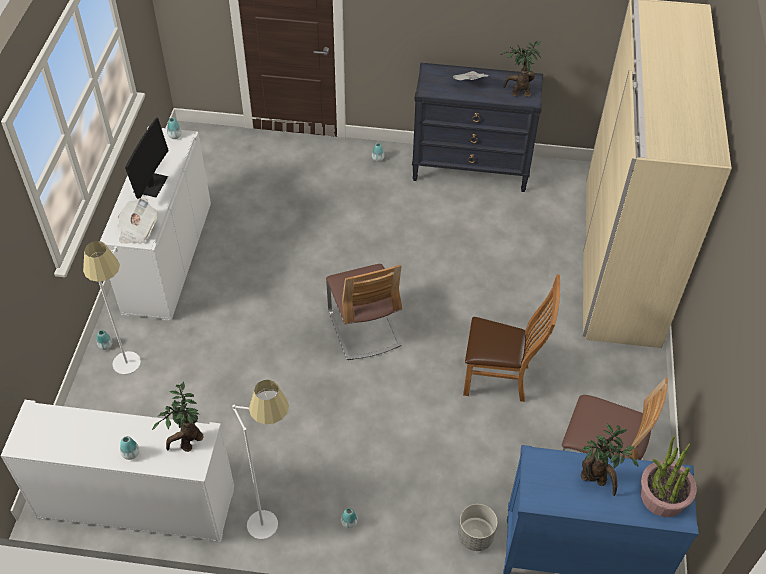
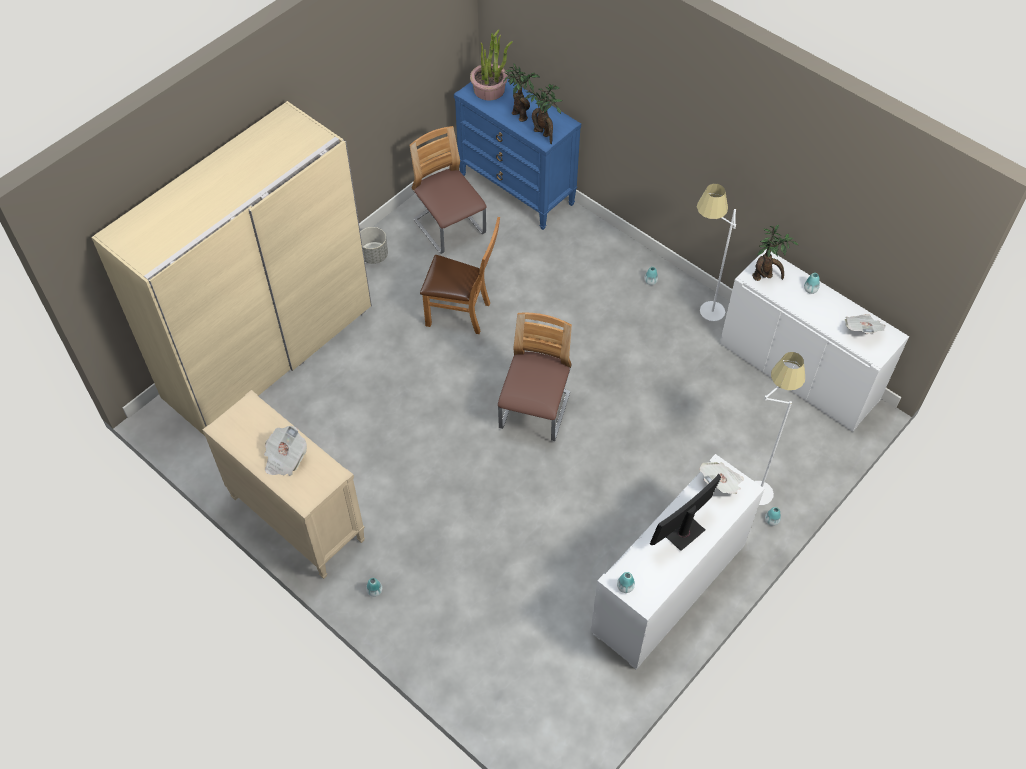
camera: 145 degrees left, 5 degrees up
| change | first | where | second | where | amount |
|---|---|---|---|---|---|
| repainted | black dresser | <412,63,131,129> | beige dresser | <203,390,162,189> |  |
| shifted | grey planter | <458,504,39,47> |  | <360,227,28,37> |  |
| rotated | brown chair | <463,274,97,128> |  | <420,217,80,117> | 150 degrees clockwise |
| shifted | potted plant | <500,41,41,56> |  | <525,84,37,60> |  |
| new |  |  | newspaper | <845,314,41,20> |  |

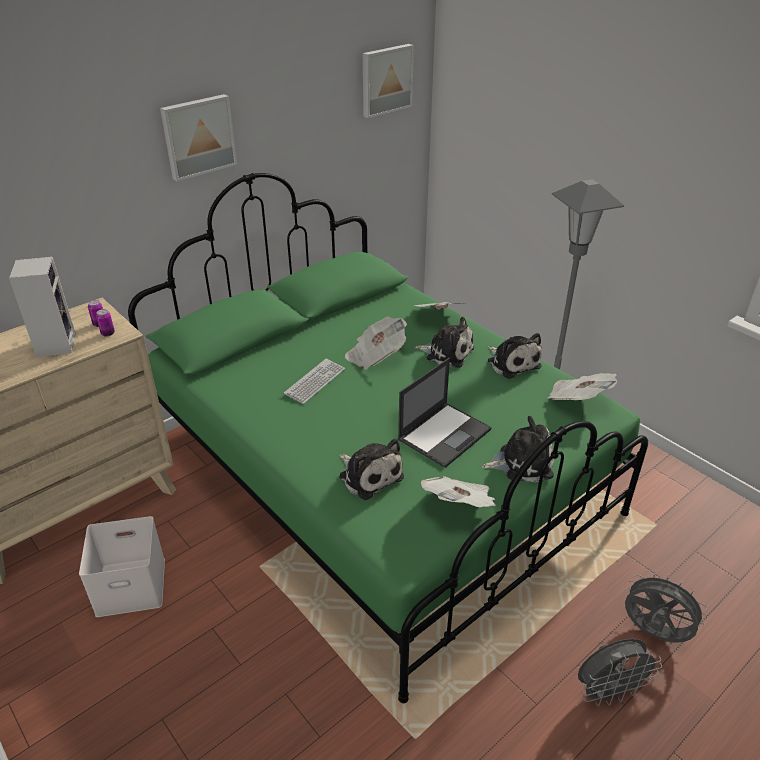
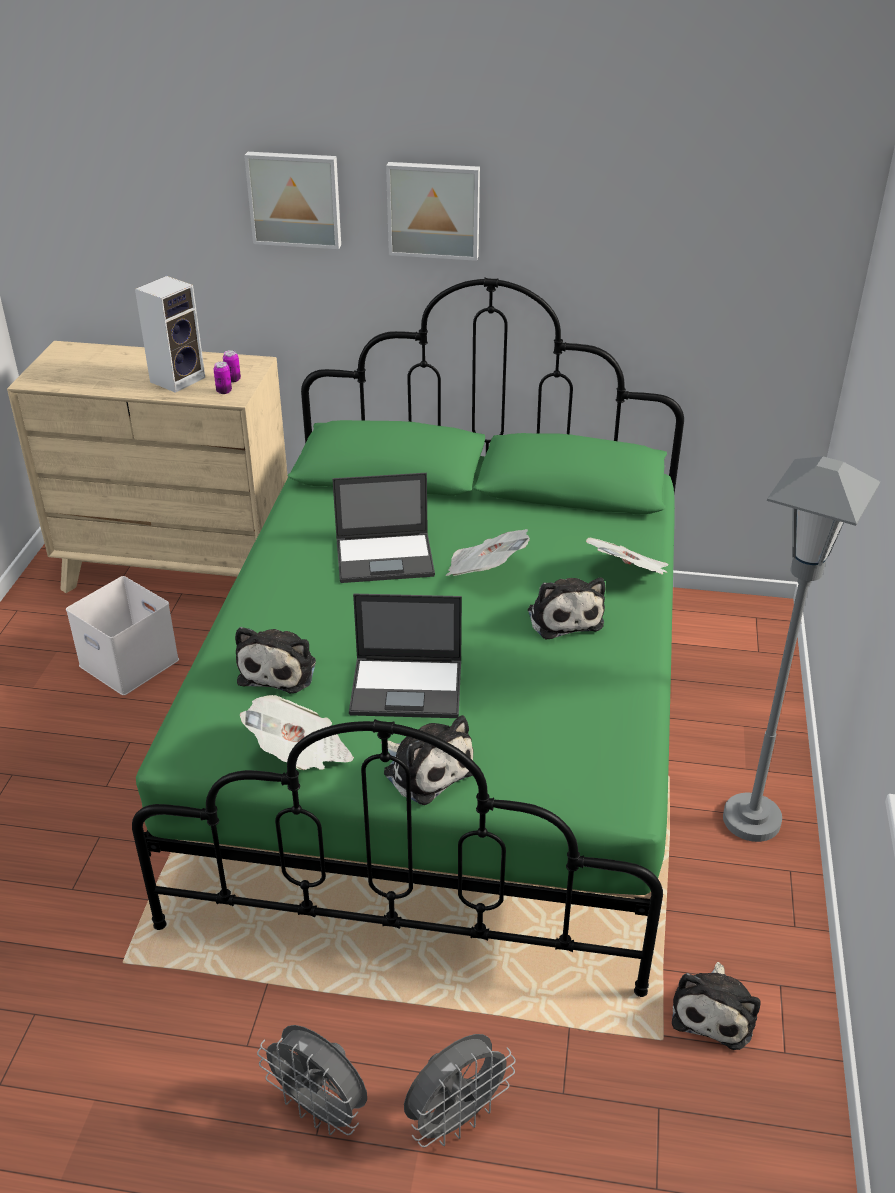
camera: 50 degrees right, 0 degrees up
| change | first | where | second | where | amount |
|---|---|---|---|---|---|
| shifted | picture | <363,44,51,74> |  | <244,152,97,97> |  |
| swapped | keyboard | <284,359,61,45> | laptop | <332,473,103,110> |  |
| rotated | grey fan | <625,572,83,71> |  | <404,1034,112,114> | 60 degrees clockwise |
| shifted | plush toy | <488,333,54,46> |  | <672,962,88,88> |  |
| gone | newspaper | <547,373,70,27> |  |  |  |

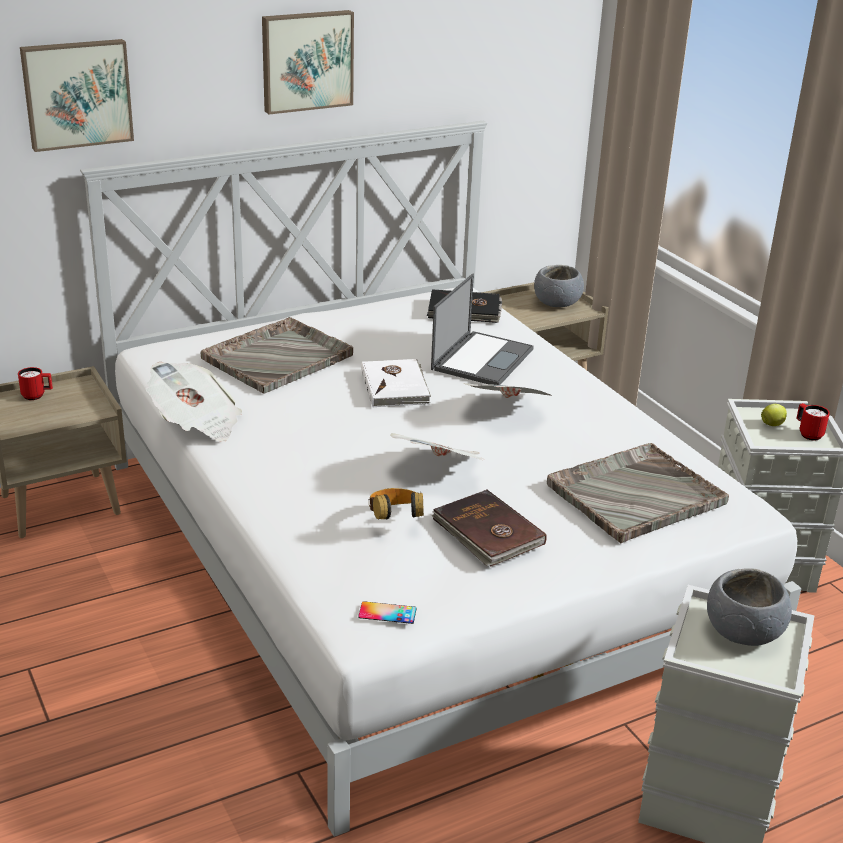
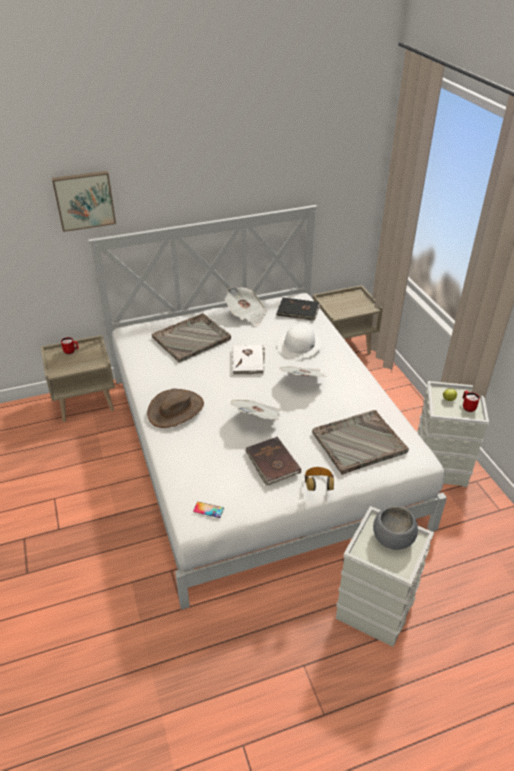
camera: 10 degrees right, 10 degrees up
| change | first | where | second | where | amount |
|---|---|---|---|---|---|
| new |  |  | brown hat | <147,389,57,39> |  |
| shifted | newspaper | <145,362,97,79> |  | <225,287,42,38> |  |
| swapped | laptop | <431,273,103,112> | white hat | <278,323,44,36> |  |
| shifted | headphones | <369,488,55,32> |  | <304,467,30,24> |  |
| gone | picture | <262,10,92,104> |  |  |  |
| gone | grey bowl | <534,265,50,42> |  |  |  |

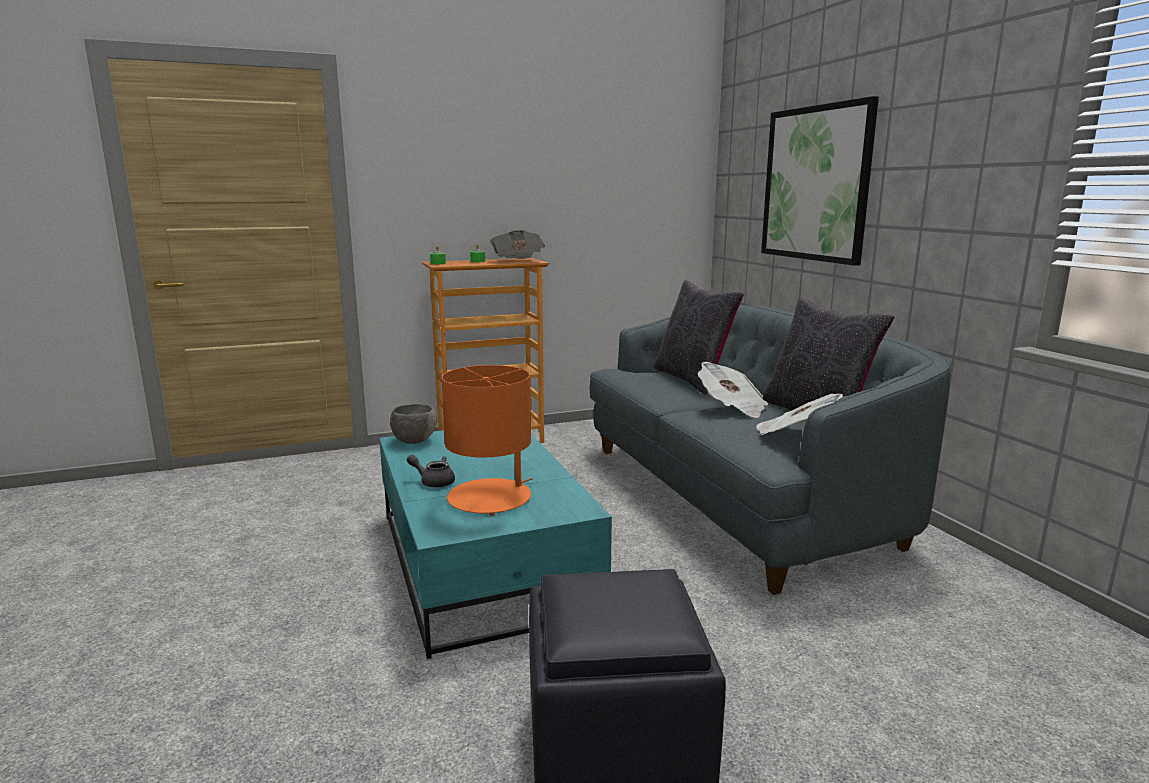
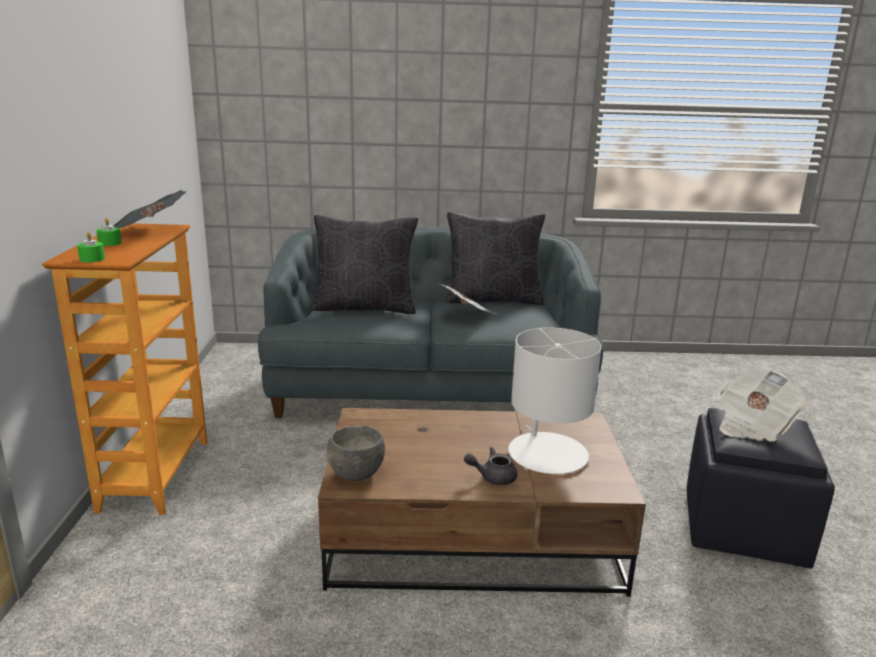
camera: 70 degrees left, 5 degrees up
| change | first | where | second | where | amount |
|---|---|---|---|---|---|
| repainted | turquoise coffee table | <379,430,233,229> | brown coffee table | <318,408,328,188> |  |
| rotated | grey teapot | <407,455,48,32> |  | <464,447,53,38> | 45 degrees clockwise |
| repainted | orange table lamp | <441,365,92,151> | white table lamp | <508,328,93,146> |  |
| shifted | newspaper | <756,394,87,41> |  | <718,371,89,71> |  |
| gone | picture | <761,96,118,170> |  |  |  |

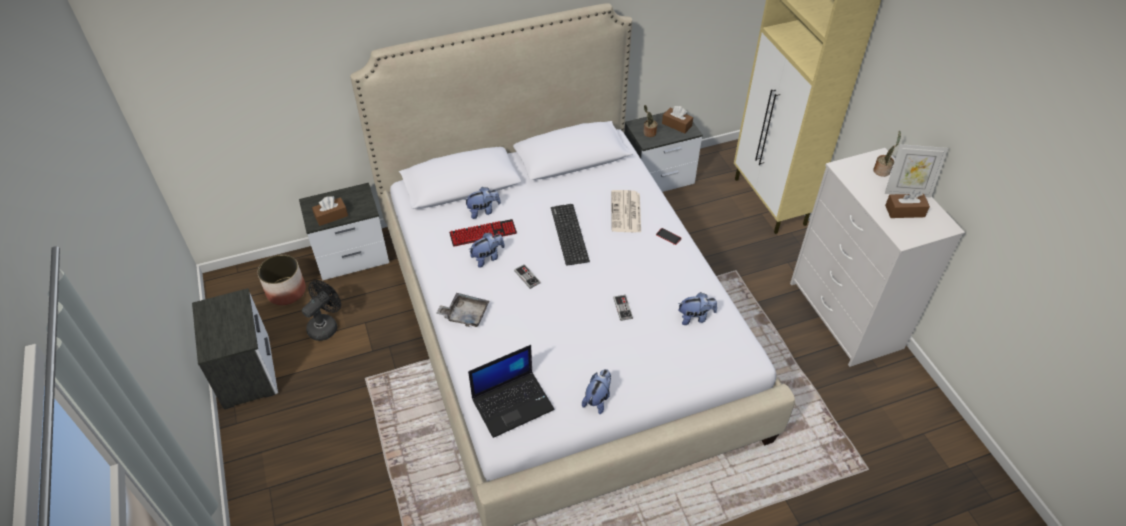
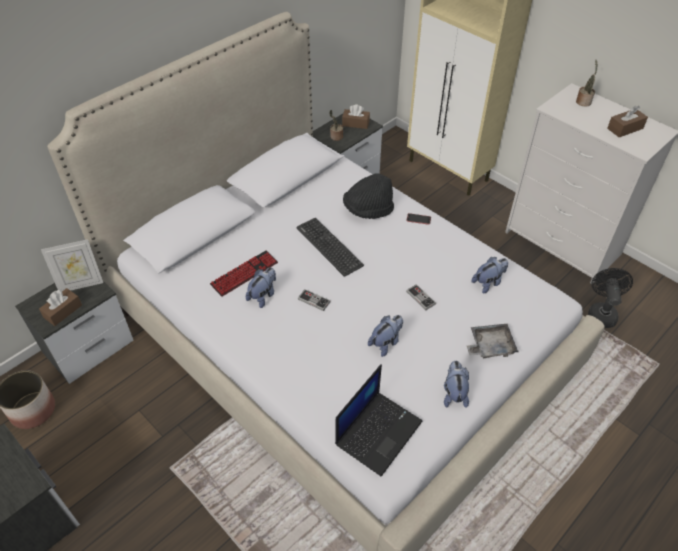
camera: 25 degrees left, 0 degrees up
| change | first | where | second | where | amount |
|---|---|---|---|---|---|
| shifted | picture frame | <885,144,63,54> |  | <41,239,62,52> |  |
| swapped | newspaper | <611,190,30,42> | black hat | <343,173,51,46> |  |
| shifted | plush toy | <464,187,37,32> |  | <368,315,35,42> |  |
| shifted | grey tray | <436,293,53,34> |  | <467,324,52,34> |  |
| shifted | black fan | <302,280,39,61> |  | <588,268,45,60> |  |

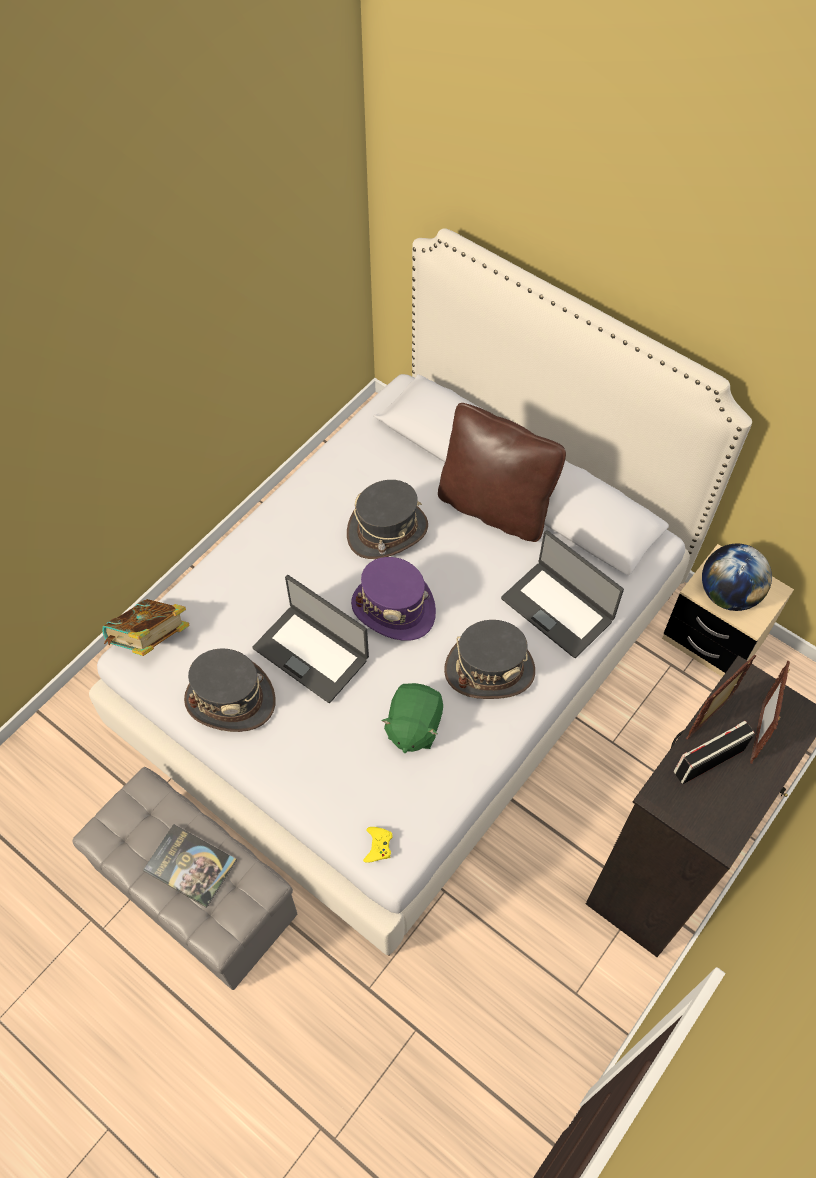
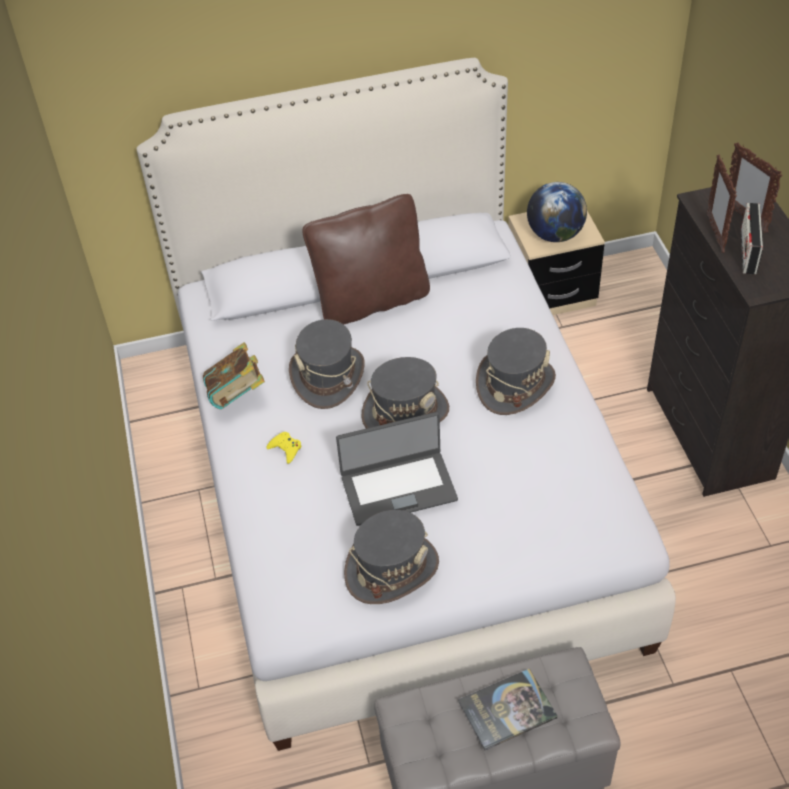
camera: 50 degrees left, 10 degrees down
| change | first | where | second | where | amount |
|---|---|---|---|---|---|
| shifted | book | <102,599,88,57> |  | <203,342,62,67> |  |
| shifted | yellow game controller | <363,827,30,36> |  | <267,432,35,32> |  |
| repainted | purple hat | <351,557,85,84> | grey hat | <362,357,87,72> |  |
| gone | green plush toy | <381,683,62,70> |  |  |  |
| gone | laptop | <501,530,123,128> |  |  |  |

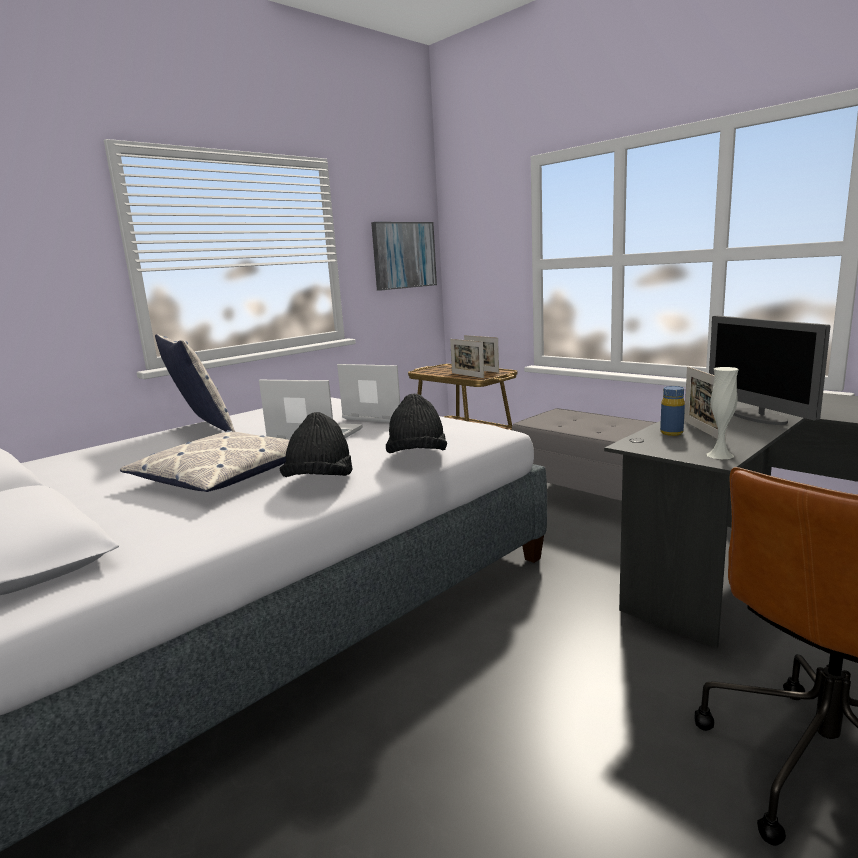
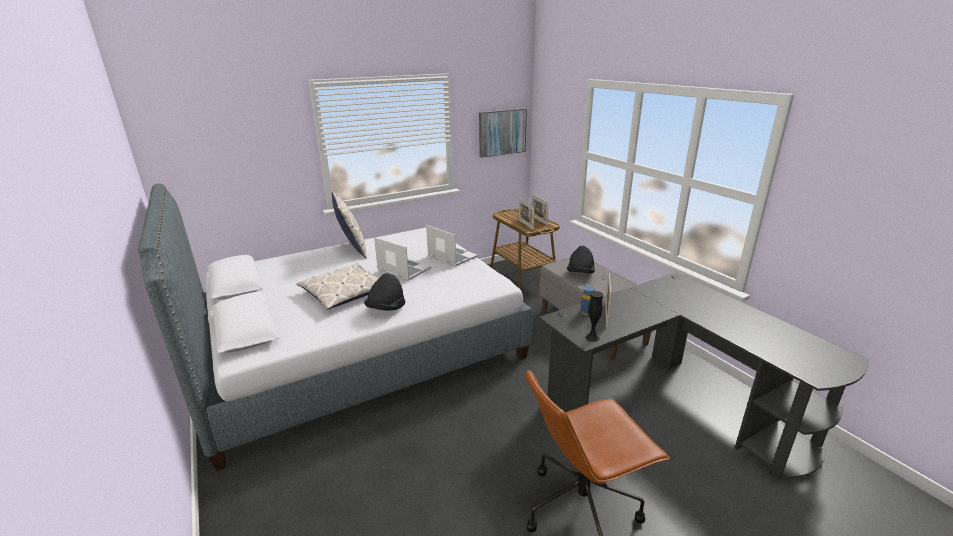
camera: 15 degrees right, 10 degrees up
| change | first | where | second | where | amount |
|---|---|---|---|---|---|
| shifted | black hat | <386,394,61,59> |  | <567,246,28,27> |  |
| repainted | white vase | <707,367,32,92> | black vase | <585,291,18,51> |  |
| gone | monitor | <709,316,121,109> |  |  |  |

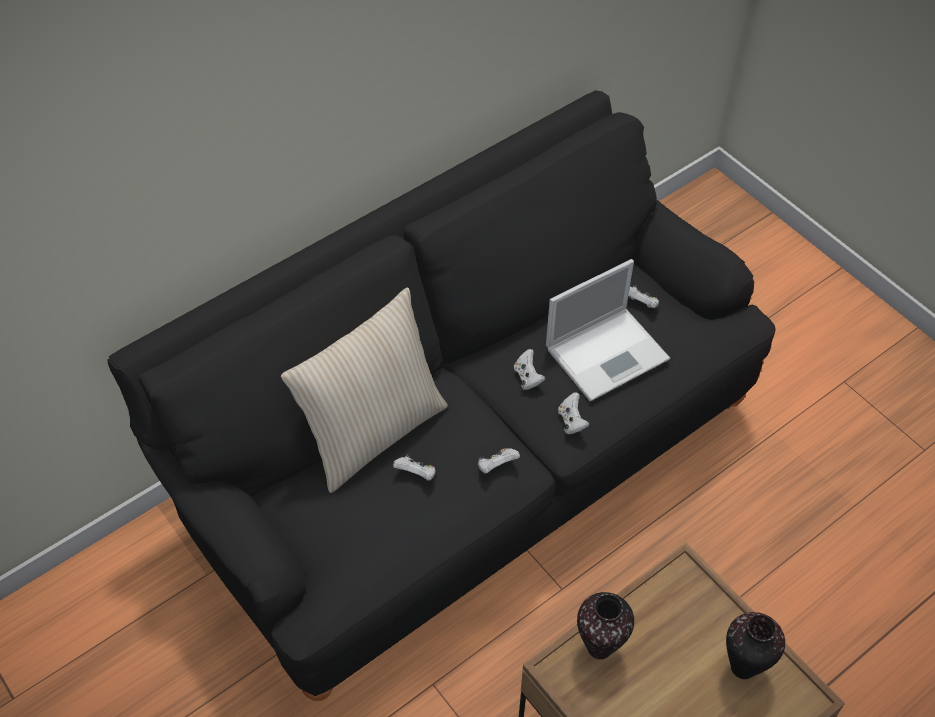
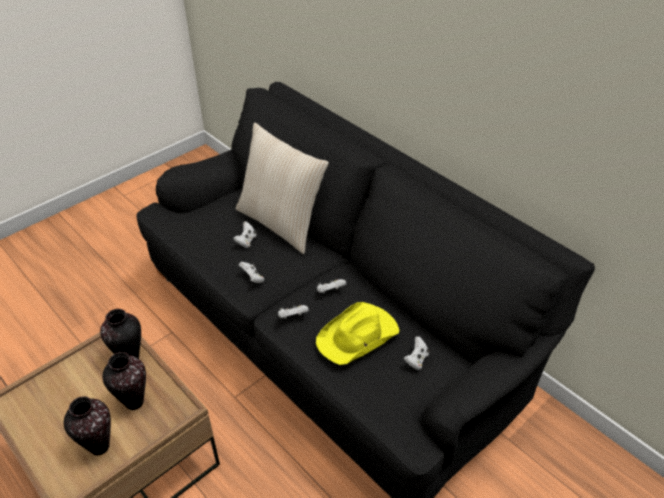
camera: 85 degrees right, 10 degrees down
| change | first | where | second | where | amount |
|---|---|---|---|---|---|
| new |  |  | vase | <102,352,44,58> |  |
| swapped | laptop | <546,259,124,142> | yellow hat | <316,302,83,63> |  |

